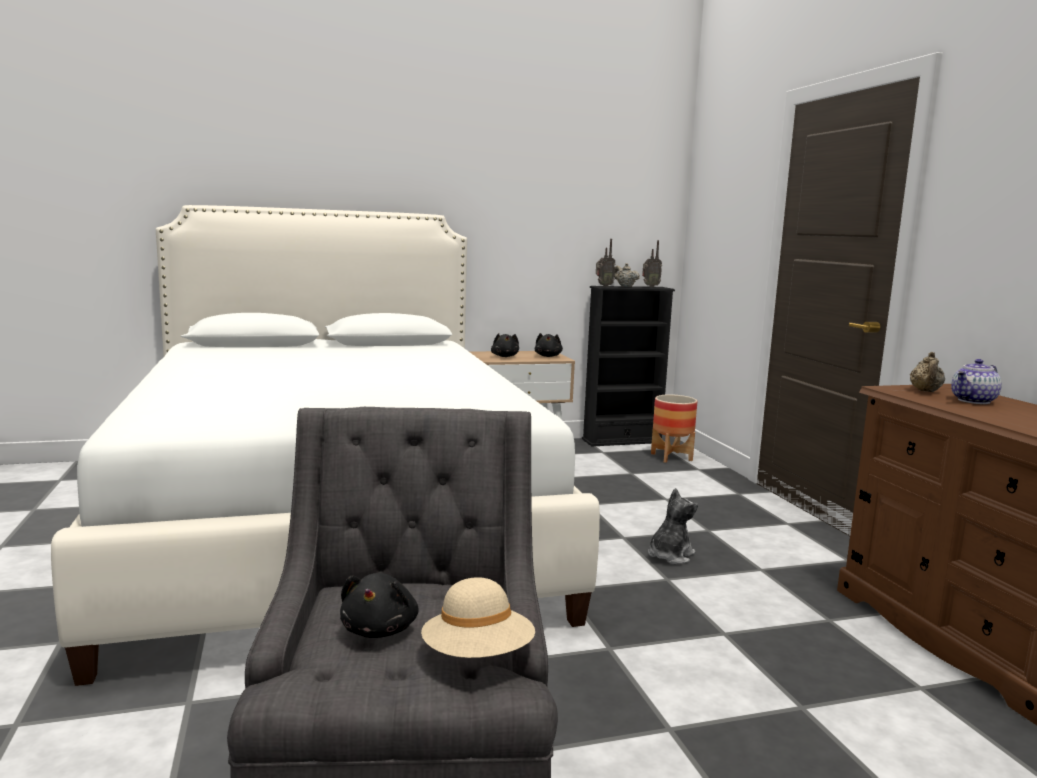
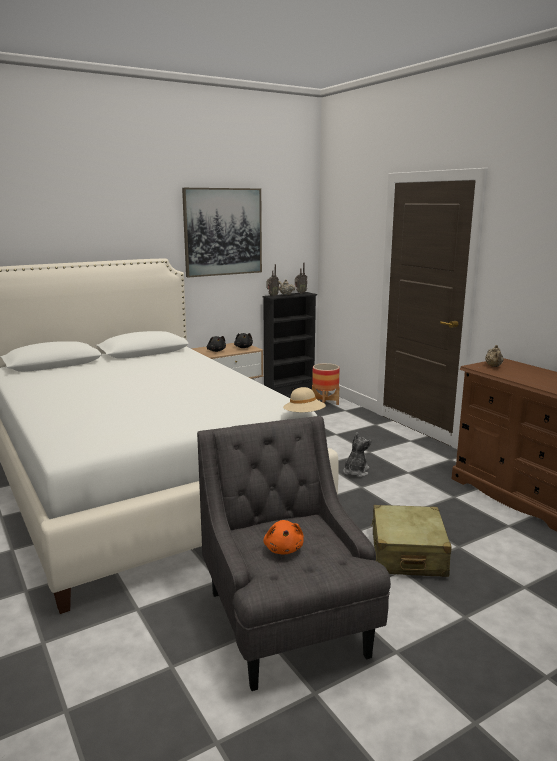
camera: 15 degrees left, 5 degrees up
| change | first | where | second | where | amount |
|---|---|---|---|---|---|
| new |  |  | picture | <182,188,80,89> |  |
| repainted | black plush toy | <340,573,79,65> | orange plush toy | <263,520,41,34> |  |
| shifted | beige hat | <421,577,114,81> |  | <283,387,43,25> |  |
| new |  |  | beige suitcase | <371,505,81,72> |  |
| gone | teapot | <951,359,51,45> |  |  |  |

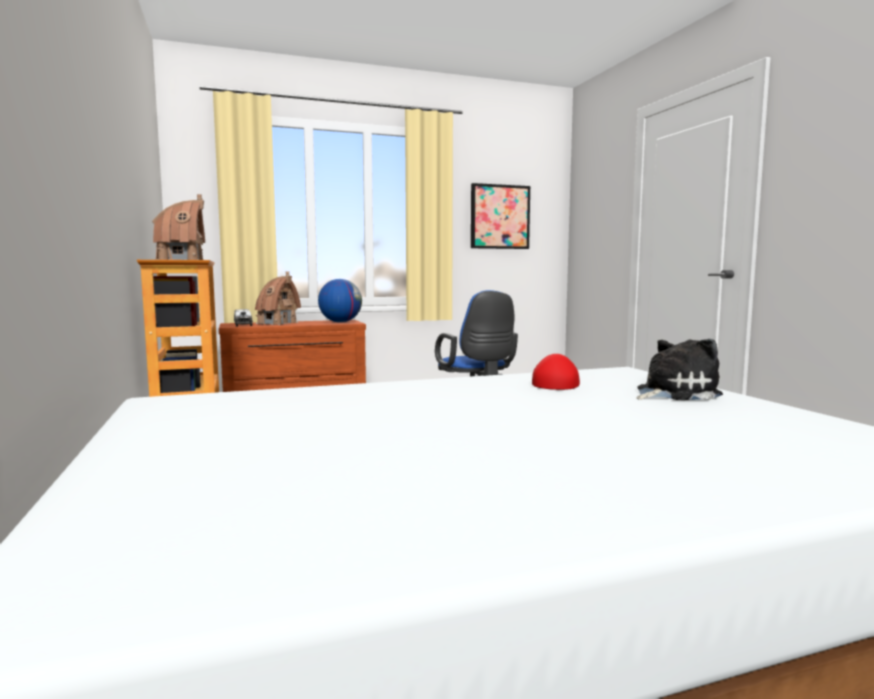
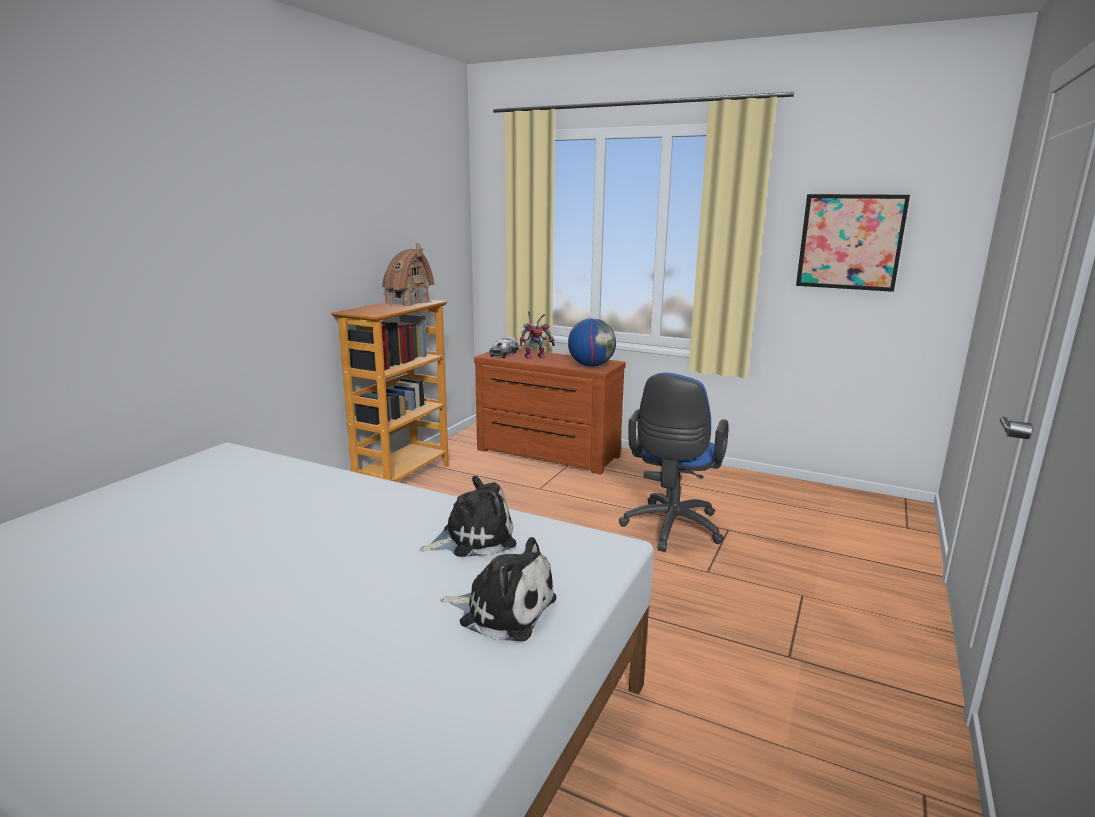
camera: 45 degrees right, 10 degrees up
| change | first | where | second | where | amount |
|---|---|---|---|---|---|
| swapped | red cap | <532,354,48,36> | plush toy | <419,476,98,81> |  |
| swapped | toy house | <255,271,46,54> | toy robot | <520,311,35,48> |  |

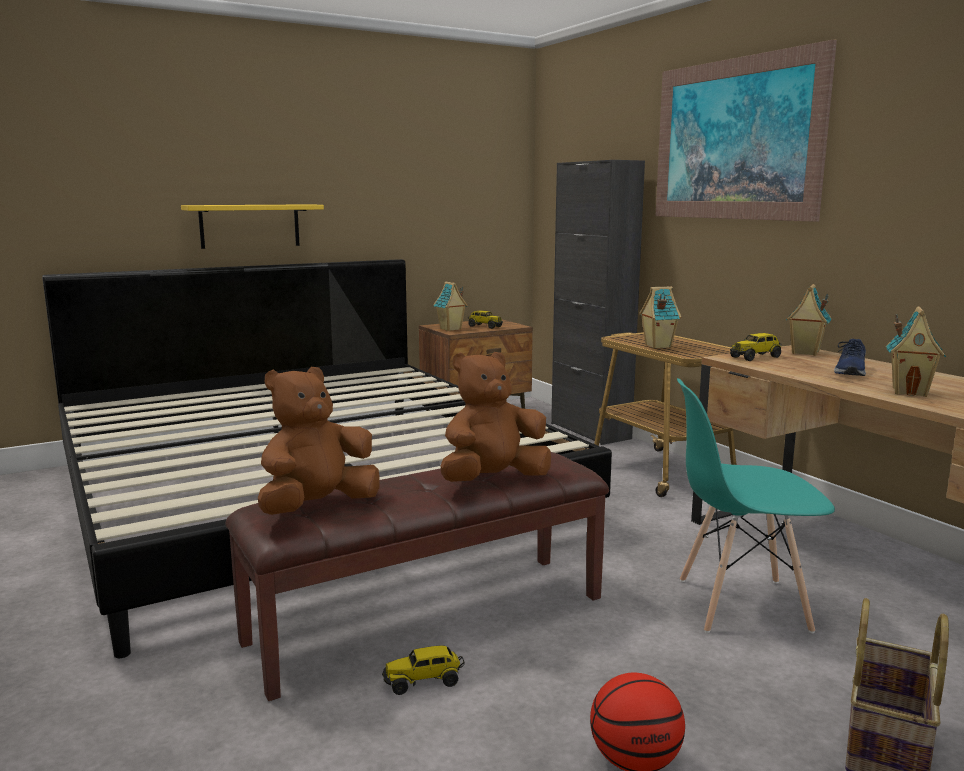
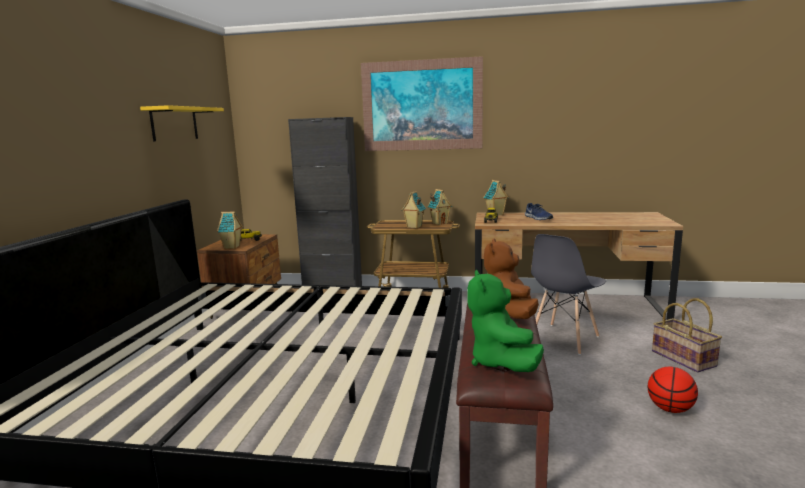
camera: 50 degrees left, 0 degrees up
| change | first | where | second | where | amount |
|---|---|---|---|---|---|
| shifted | yellow shelf | <181,204,143,45> |  | <140,105,84,36> |  |
| shifted | toy house | <886,306,60,91> |  | <428,189,24,36> |  |
| repainted | brown plush toy | <258,367,122,148> | green plush toy | <467,270,77,102> |  |
| repainted | turquoise chair | <677,378,158,255> | grey chair | <531,234,75,121> |  |
| gone | toy truck | <382,645,83,50> |  |  |  |

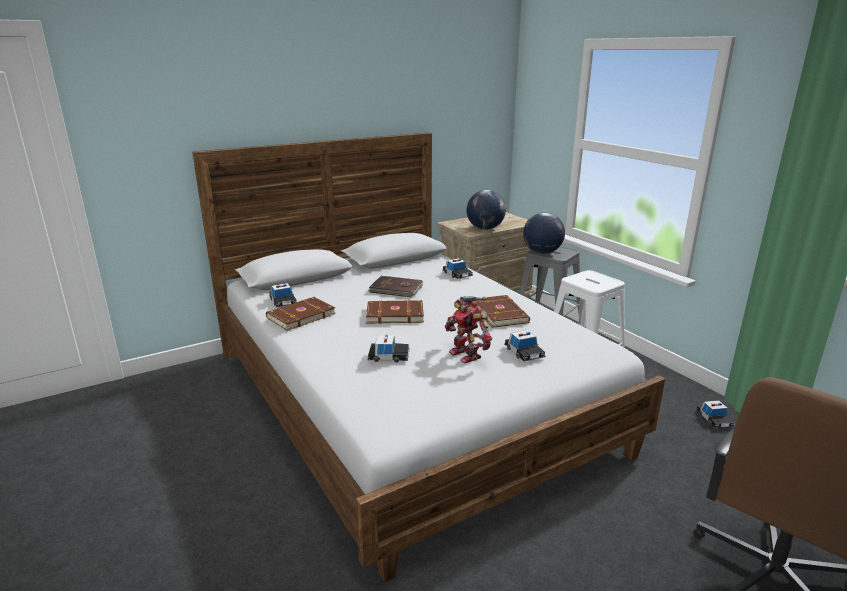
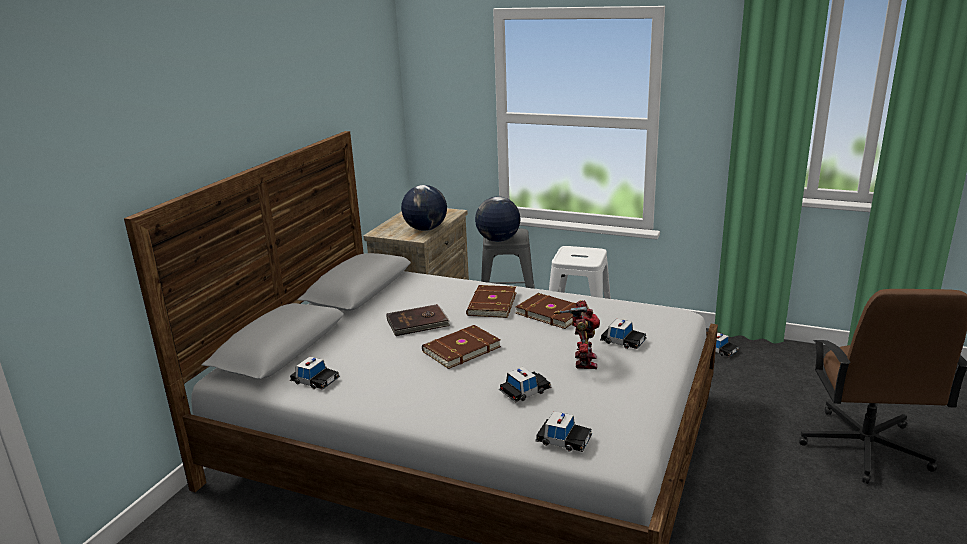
camera: 35 degrees left, 0 degrees up
| change | first | where | second | where | amount |
|---|---|---|---|---|---|
| shifted | brown book | <266,297,70,34> |  | <466,285,50,33> |  |
| shifted | toy car | <443,258,30,21> |  | <535,411,57,41> |  |
| rotated | toy robot | <445,296,47,67> |  | <554,300,46,69> | 105 degrees counterclockwise |

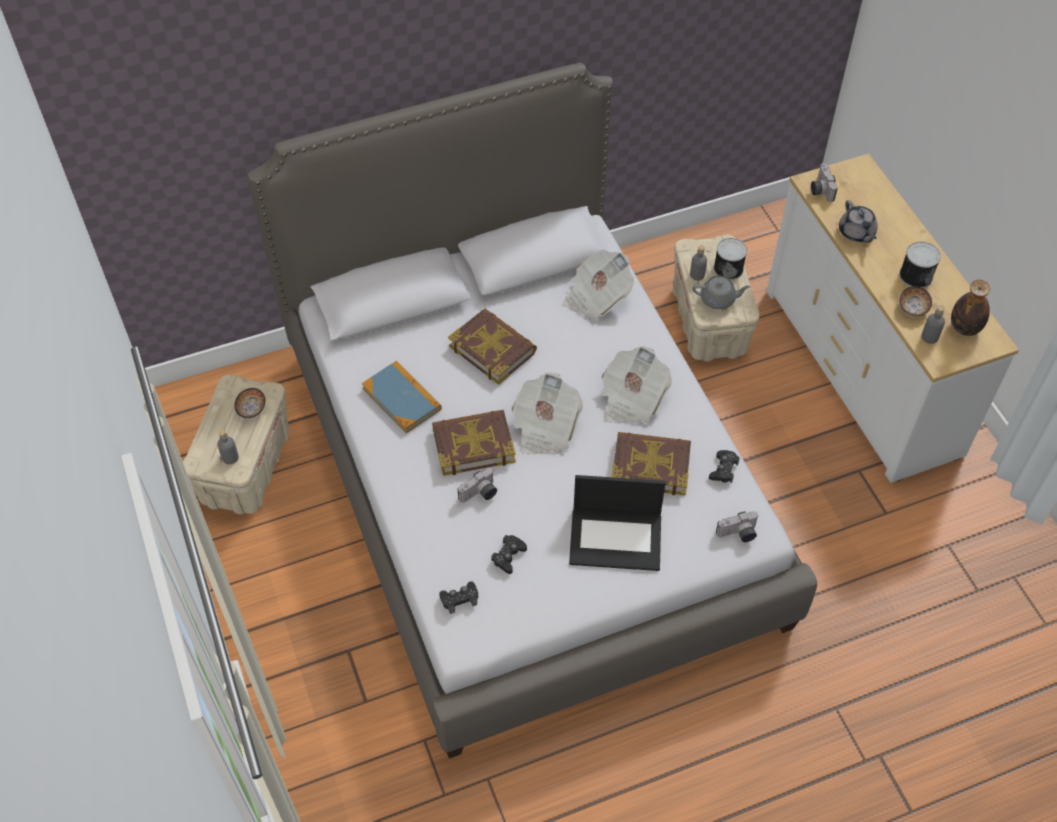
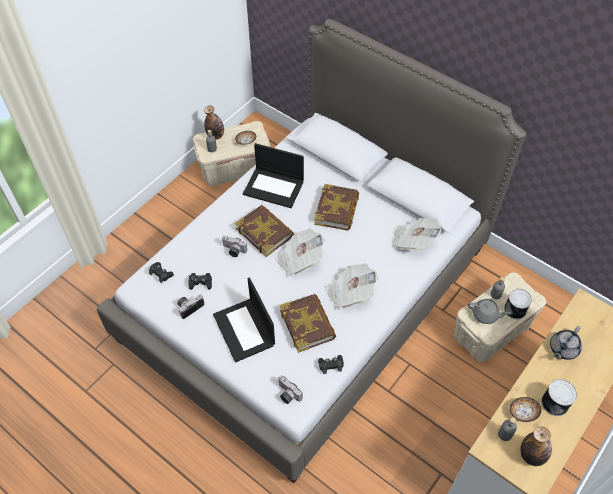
camera: 60 degrees right, 0 degrees up
| change | first | where | second | where | amount |
|---|---|---|---|---|---|
| shifted | photo camera | <811,163,27,39> |  | <177,295,28,24> |  |
| new |  |  | bottle | <204,105,20,35> |  |
| swapped | book | <362,361,80,73> | laptop | <243,143,61,65> |  |
| rotated | grey teapot | <692,276,59,33> |  | <468,299,42,25> | 45 degrees counterclockwise |

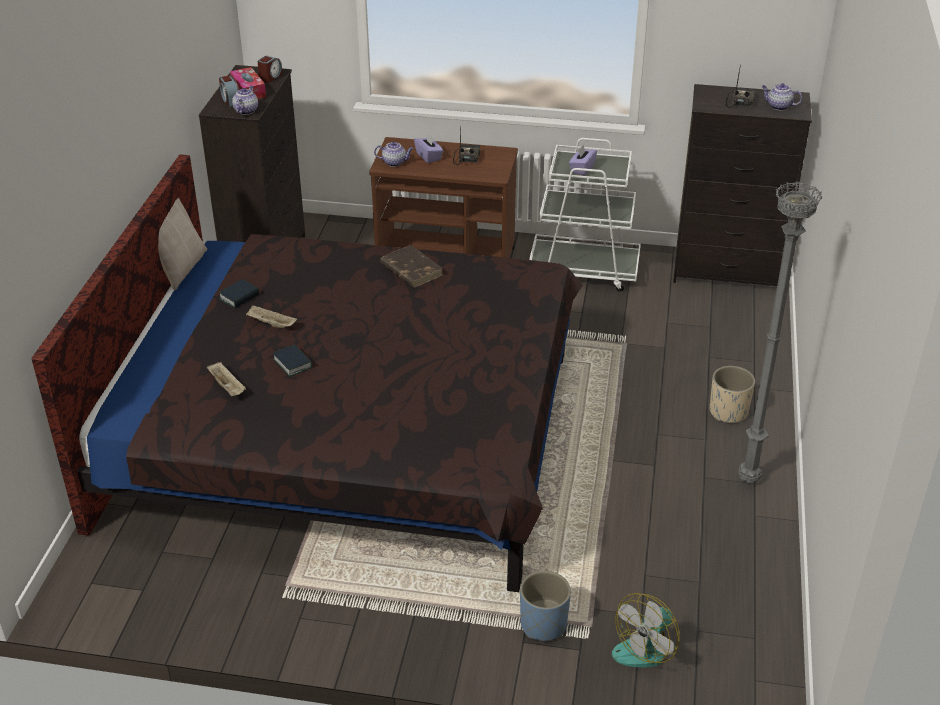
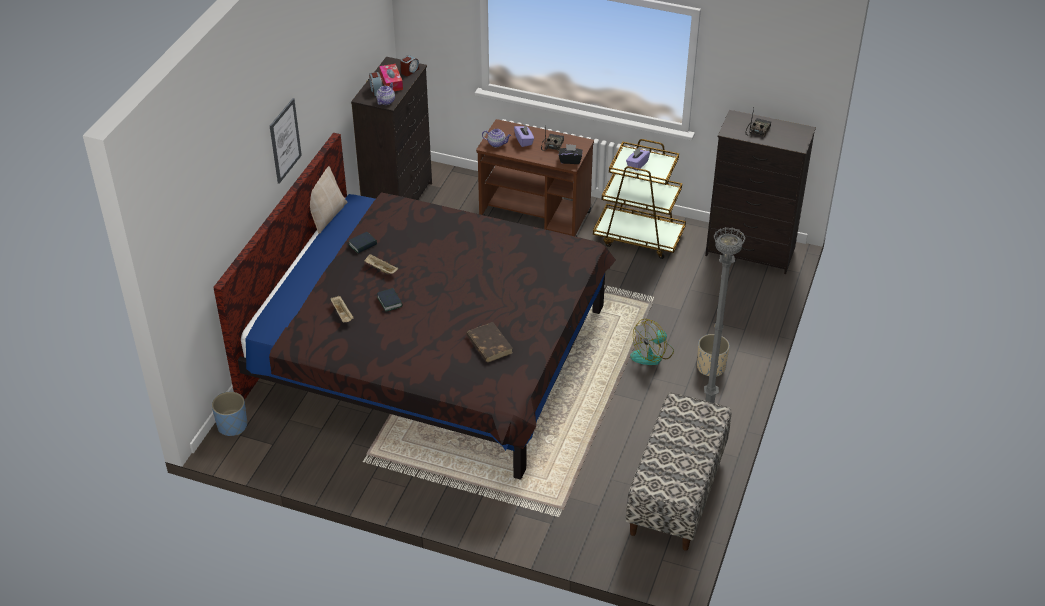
camera: 10 degrees right, 5 degrees up
| change | first | where | second | where | amount |
|---|---|---|---|---|---|
| shifted | blue planter | <520,571,51,70> |  | <212,392,35,44> |  |
| new |  |  | picture | <270,98,32,86> |  |
| shifted | brown book | <380,245,63,43> |  | <466,322,47,40> |  |
| new |  |  | black tissue box | <559,144,24,20> |  |
| repainted | white cart | <529,138,112,154> | brown cart | <593,139,93,120> |  |
| new |  |  | bench | <626,392,105,159> |  |
| shifted | fan | <612,593,68,75> |  | <630,319,44,46> |  |
| gone | teapot | <761,83,41,27> |  |  |  |

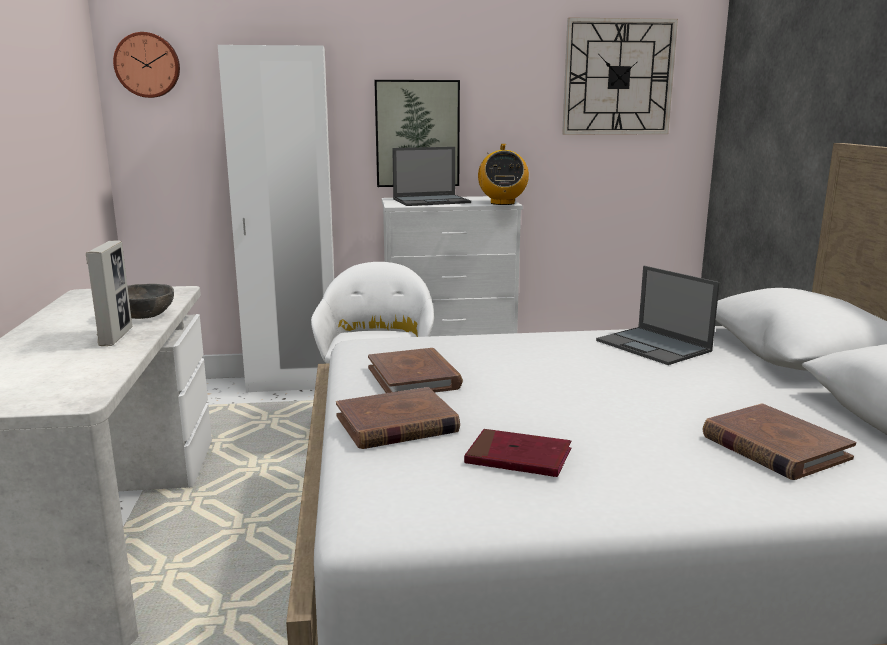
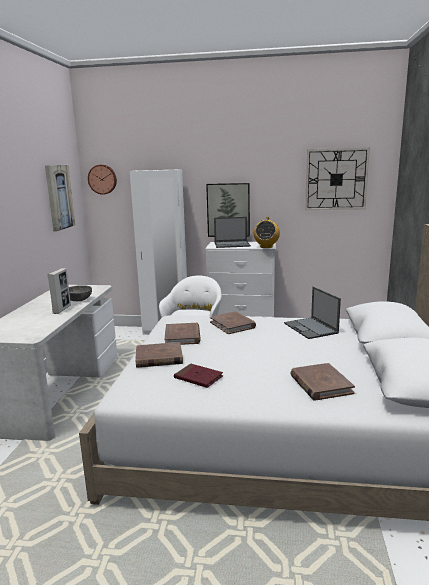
camera: 15 degrees right, 0 degrees up
| change | first | where | second | where | amount |
|---|---|---|---|---|---|
| new |  |  | picture | <45,165,30,66> |  |
| new |  |  | brown book | <210,311,46,23> |  |

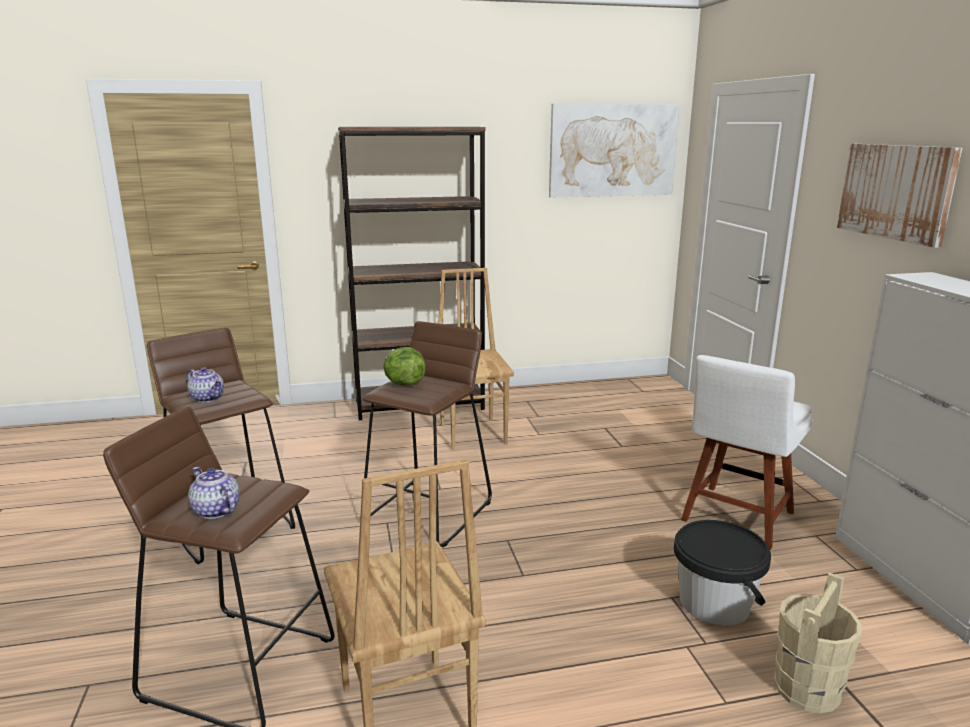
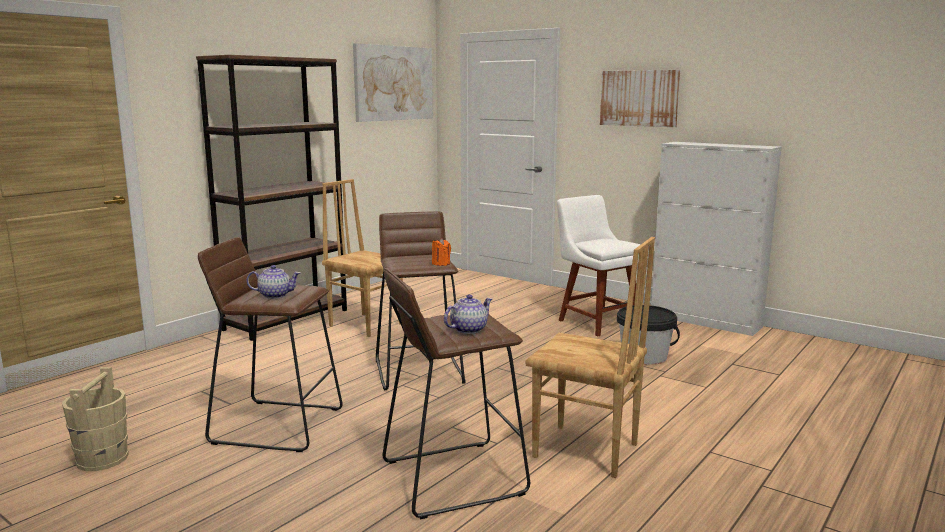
camera: 40 degrees left, 5 degrees down
| change | first | where | second | where | amount |
|---|---|---|---|---|---|
| shifted | beige bucket | <774,572,88,141> |  | <62,367,67,104> |  |
| new |  |  | orange candle | <432,238,19,28> |  |
| rotated | teapot | <188,467,52,52> |  | <444,294,48,40> | 135 degrees clockwise |
| rotated | white chair | <681,355,131,195> |  | <557,195,91,141> | 150 degrees clockwise |
| gone | lettuce | <383,347,43,39> |  |  |  |

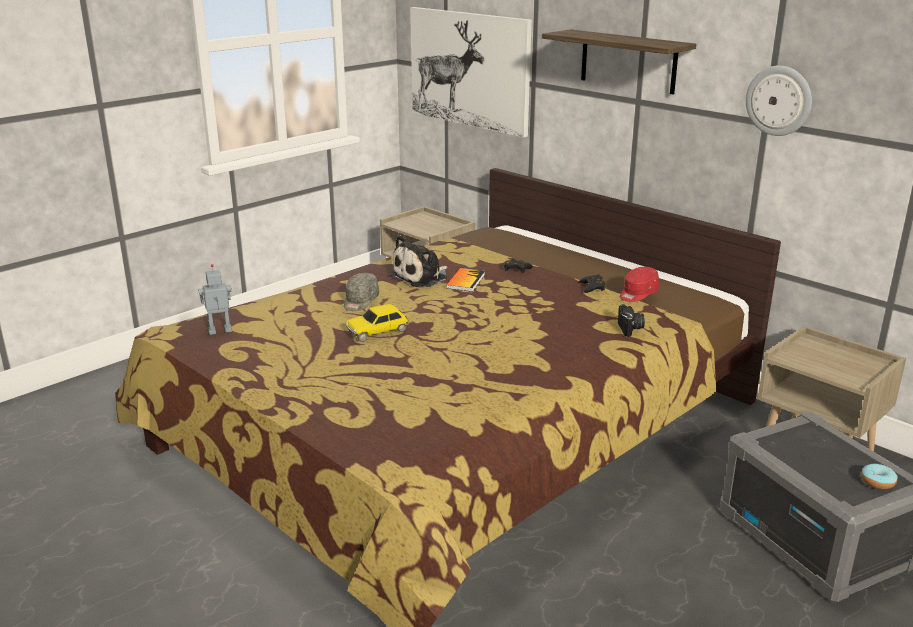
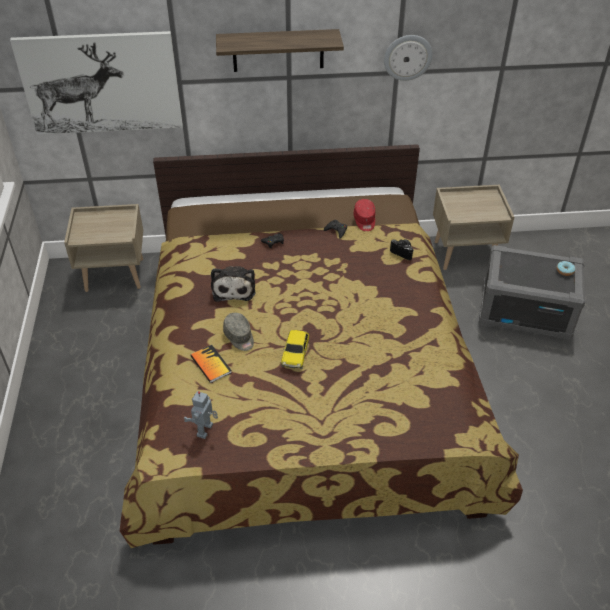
camera: 50 degrees left, 20 degrees up
| change | first | where | second | where | amount |
|---|---|---|---|---|---|
| shifted | book | <446,268,39,24> |  | <190,345,42,38> |  |

